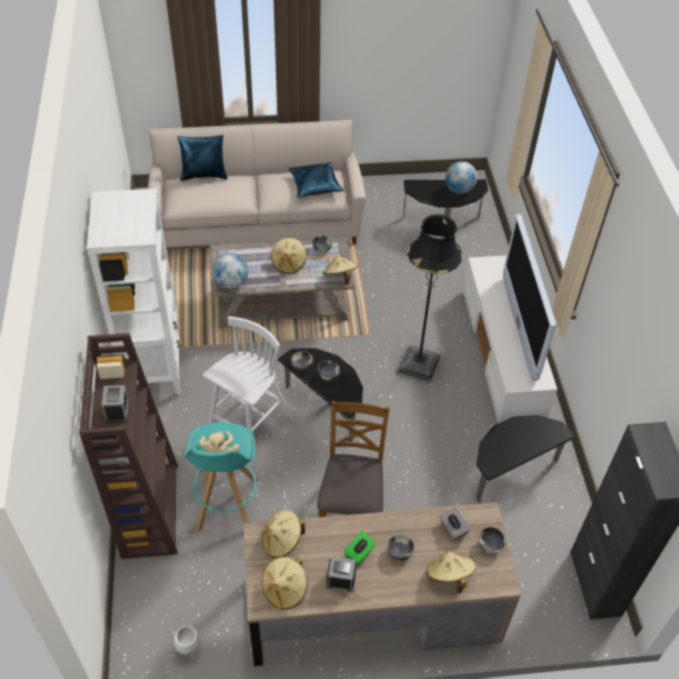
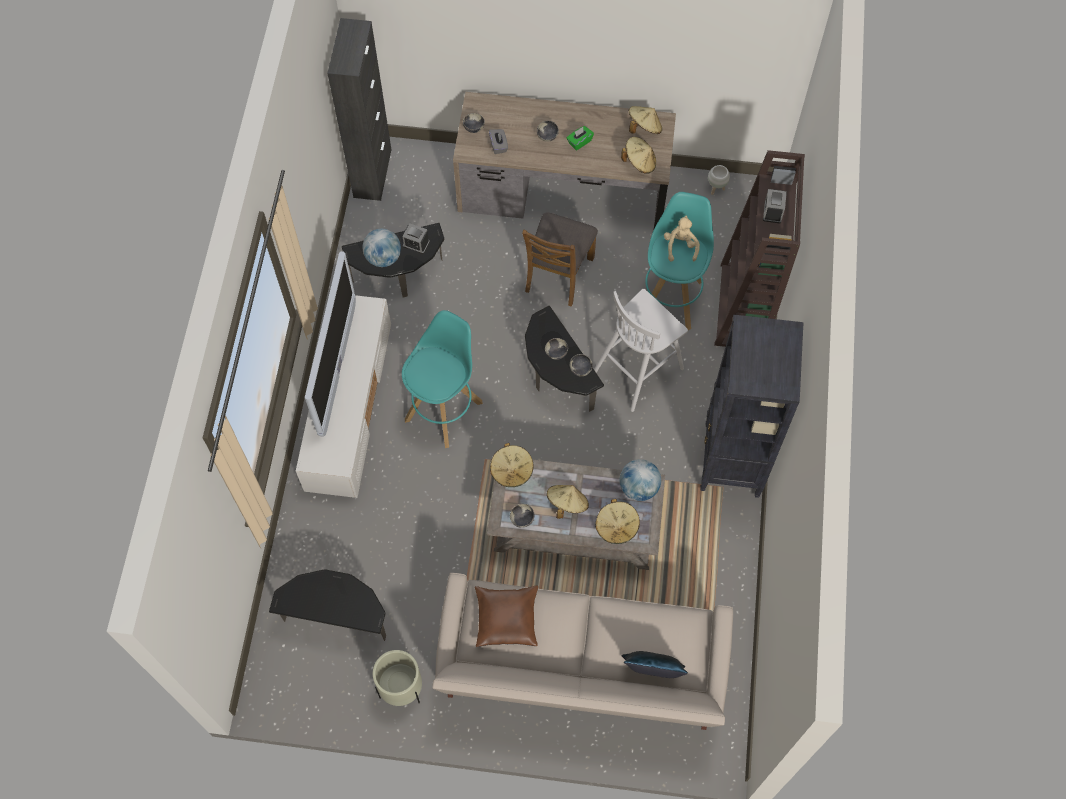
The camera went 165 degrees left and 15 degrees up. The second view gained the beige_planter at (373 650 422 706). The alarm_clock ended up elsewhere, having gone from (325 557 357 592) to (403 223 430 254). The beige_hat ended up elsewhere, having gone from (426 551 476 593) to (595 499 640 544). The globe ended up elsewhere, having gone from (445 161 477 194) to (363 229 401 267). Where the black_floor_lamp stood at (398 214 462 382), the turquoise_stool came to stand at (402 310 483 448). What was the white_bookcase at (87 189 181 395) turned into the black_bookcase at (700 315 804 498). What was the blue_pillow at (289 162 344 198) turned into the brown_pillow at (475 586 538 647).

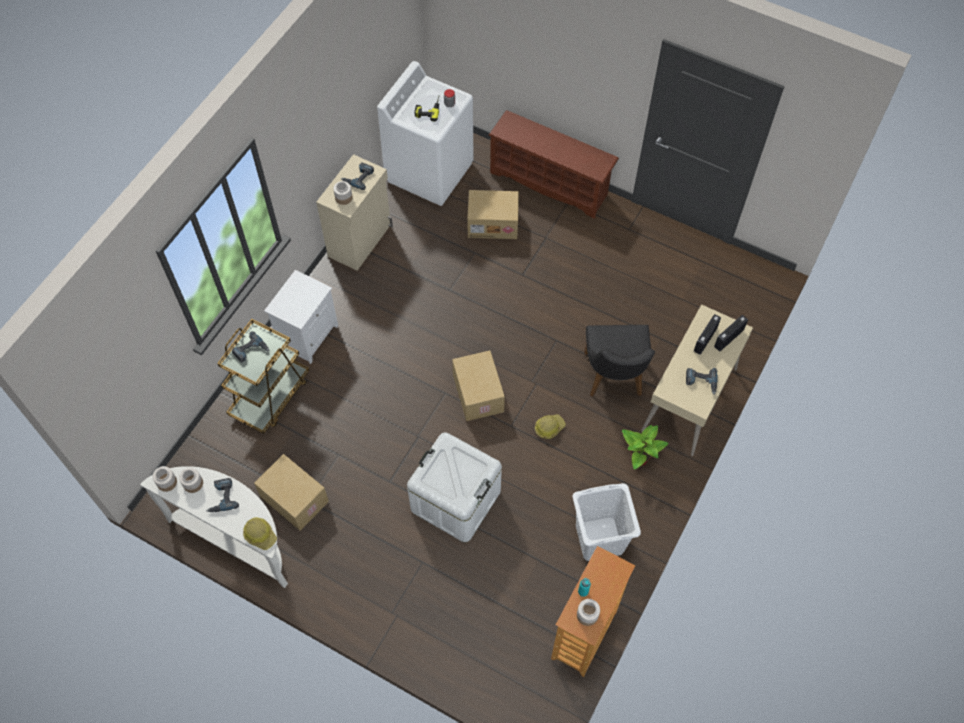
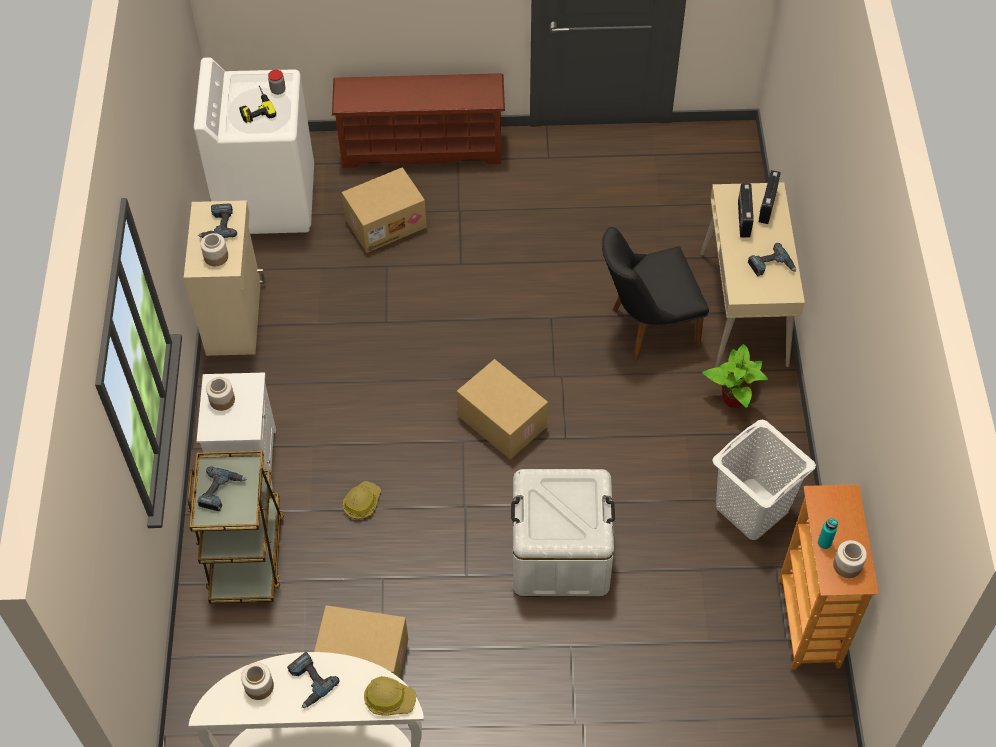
The camera went 30 degrees left and 5 degrees down. The jar ended up elsewhere, having gone from (153 466 177 492) to (206 377 235 411). The hard_hat ended up elsewhere, having gone from (535 414 566 439) to (343 481 381 519). The black_chair at (584 325 655 397) ended up facing another way, 105 degrees clockwise from before.

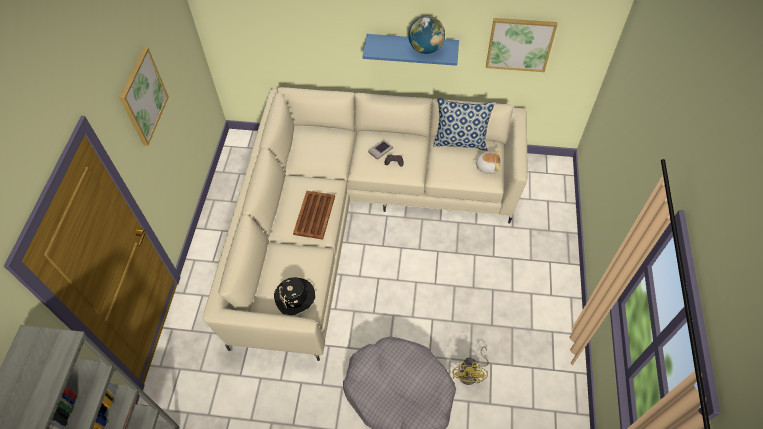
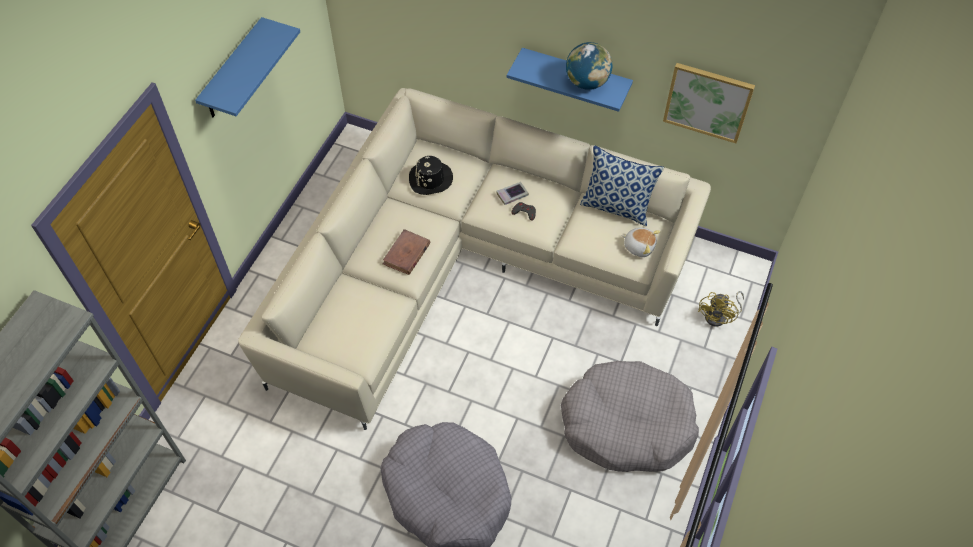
The camera went 15 degrees right and 0 degrees up. The second view gained the grey_dog_bed at (561 361 699 472). The black_hat ended up elsewhere, having gone from (274 277 315 315) to (409 156 453 195). The yellow_fan ended up elsewhere, having gone from (452 346 488 385) to (698 291 744 327). Where the picture hung at (119 47 169 146), the blue_shelf came to hang at (195 17 300 117). Where the brown_tray stood at (293 191 335 240), the brown_book came to stand at (383 229 431 275).

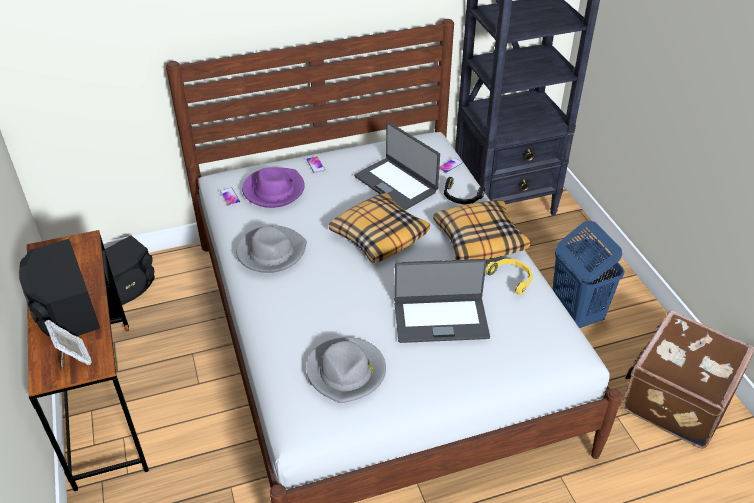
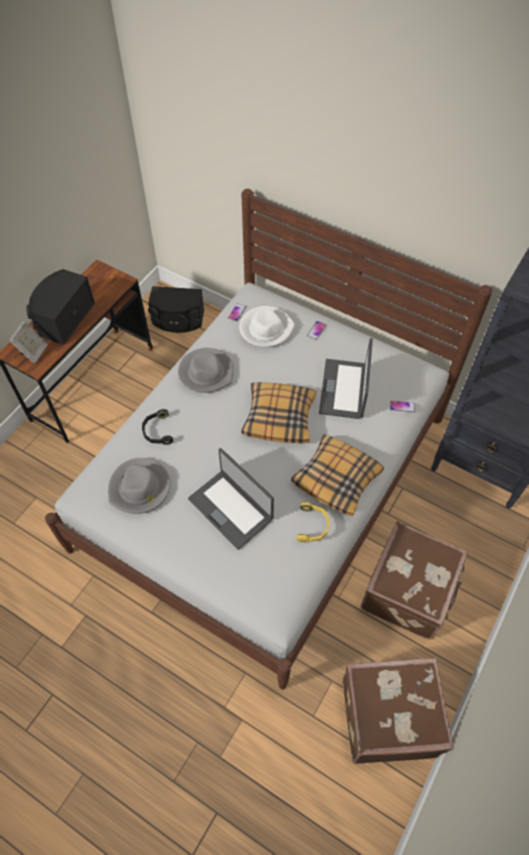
The camera went 50 degrees right and 15 degrees up. The black_headphones ended up elsewhere, having gone from (444 177 485 204) to (142 409 173 445). Where the blue_laundry_basket stood at (552 221 625 328), the brown_suitcase came to stand at (361 521 468 640). What was the purple_hat at (242 167 305 208) turned into the white_hat at (239 306 295 347).

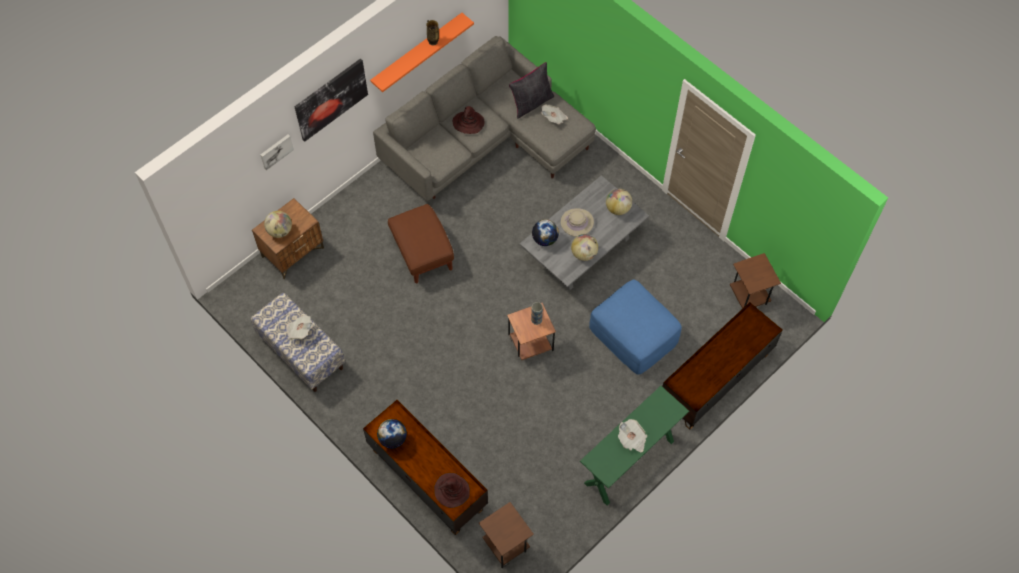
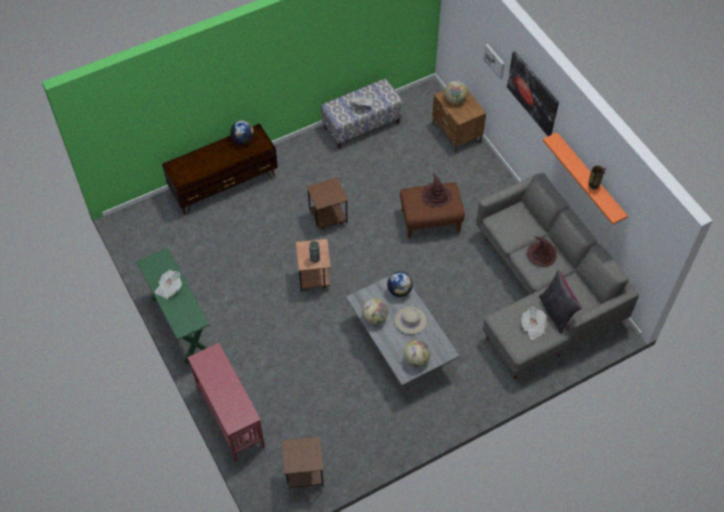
The camera went 105 degrees right and 5 degrees down. The second view lost the blue_ottoman at (589 280 682 375). The brown_hat ended up elsewhere, having gone from (434 473 470 508) to (422 173 452 207). The brown_side_table ended up elsewhere, having gone from (479 502 534 568) to (307 177 348 230). Where the brown_tv_stand stood at (662 302 783 430), the red_console_table came to stand at (187 343 265 462).

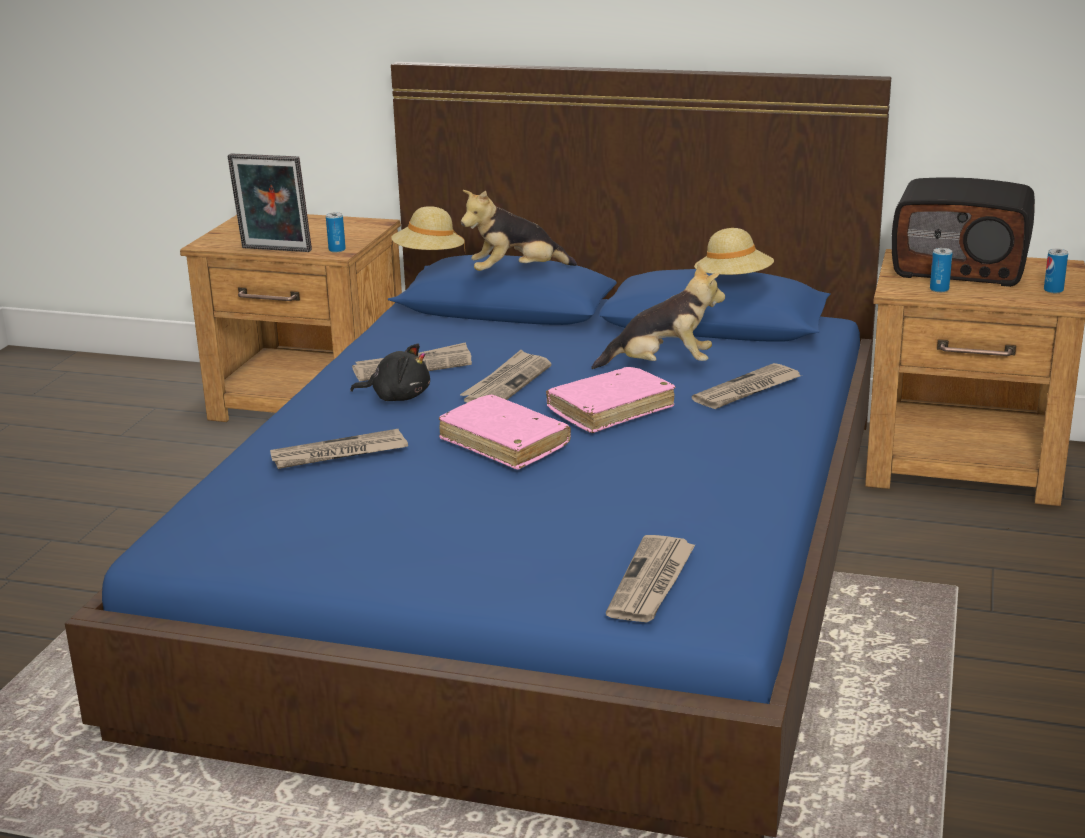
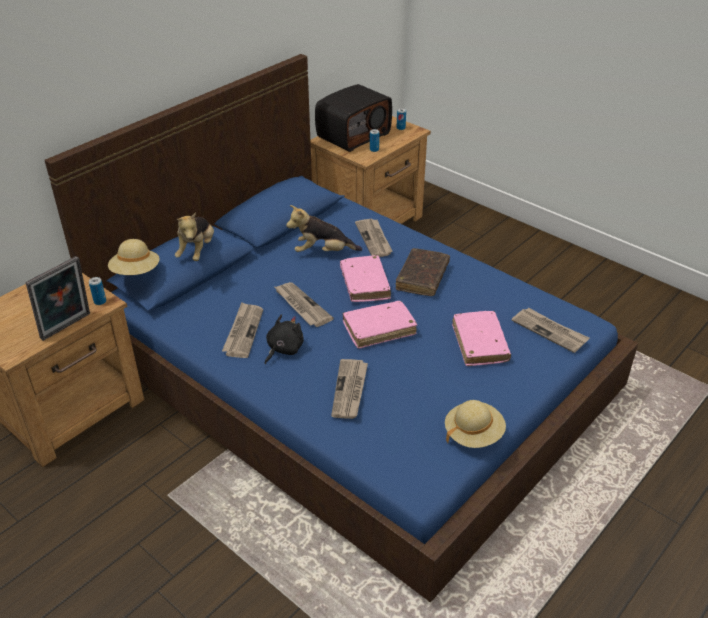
The camera went 65 degrees left and 15 degrees up. The second view gained the brown_book at (396 248 450 296). The second view gained the pink_book at (452 311 511 366). The beige_hat ended up elsewhere, having gone from (694 228 774 275) to (445 400 506 448). The plush_toy at (591 263 725 369) ended up facing another way, 120 degrees counterclockwise from before.

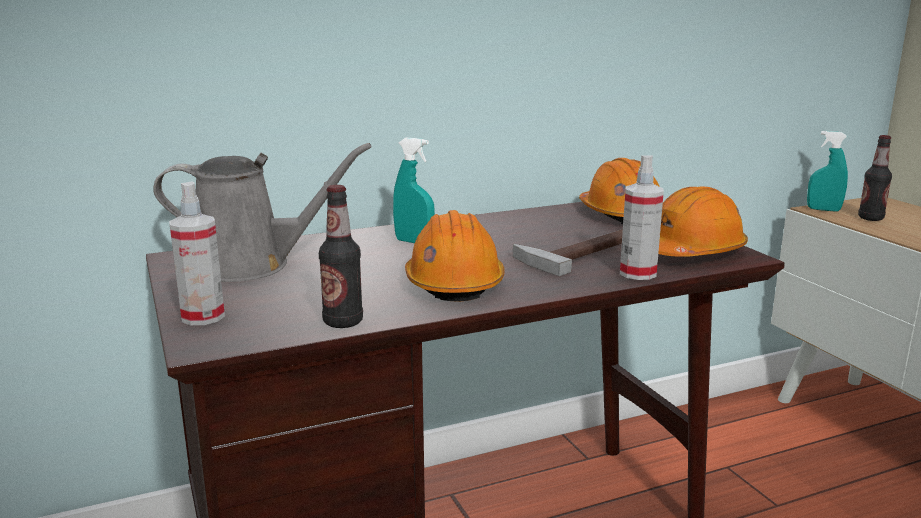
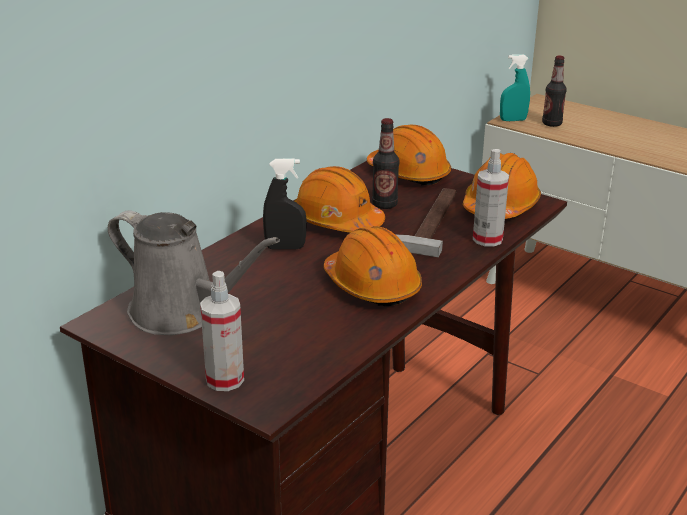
The camera went 30 degrees left and 10 degrees up. The second view gained the orange_hard_hat at (294 166 385 232). The bottle ended up elsewhere, having gone from (319 185 363 328) to (372 118 399 209). What was the turquoise_spray_bottle at (393 138 435 243) turned into the black_spray_bottle at (263 158 307 250). The grey_watering_can at (153 143 371 282) ended up facing another way, 60 degrees clockwise from before.

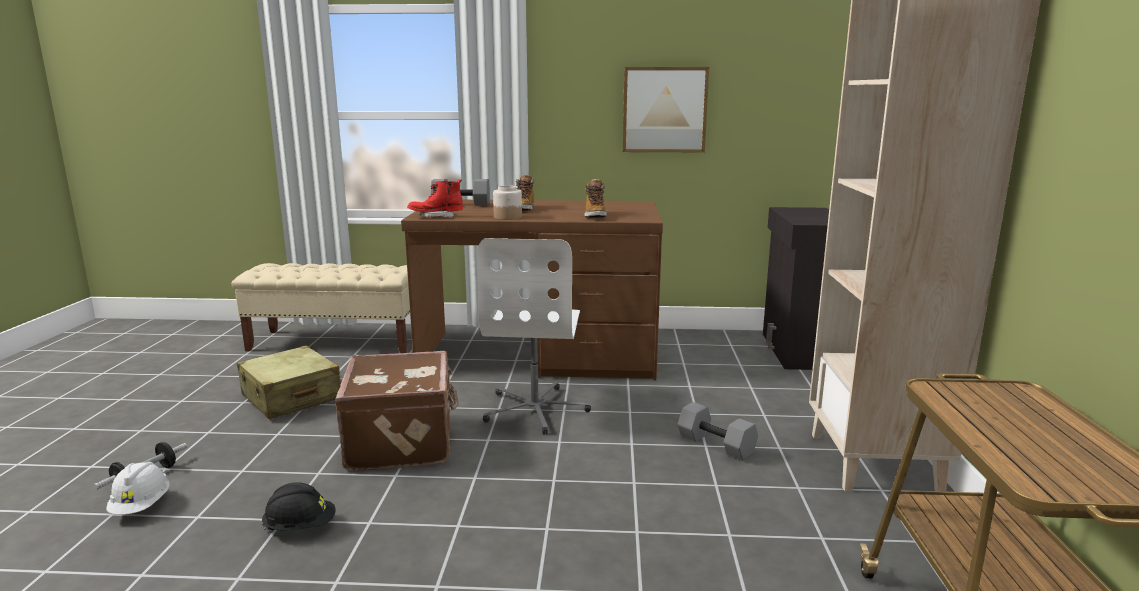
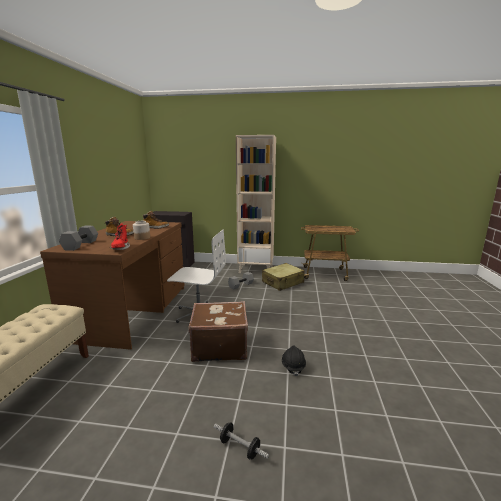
The camera went 85 degrees left and 0 degrees up. The second view lost the white_hard_hat at (106 462 170 515). The second view lost the picture at (623 67 709 152). The beige_suitcase ended up elsewhere, having gone from (237 346 341 419) to (262 263 305 291).

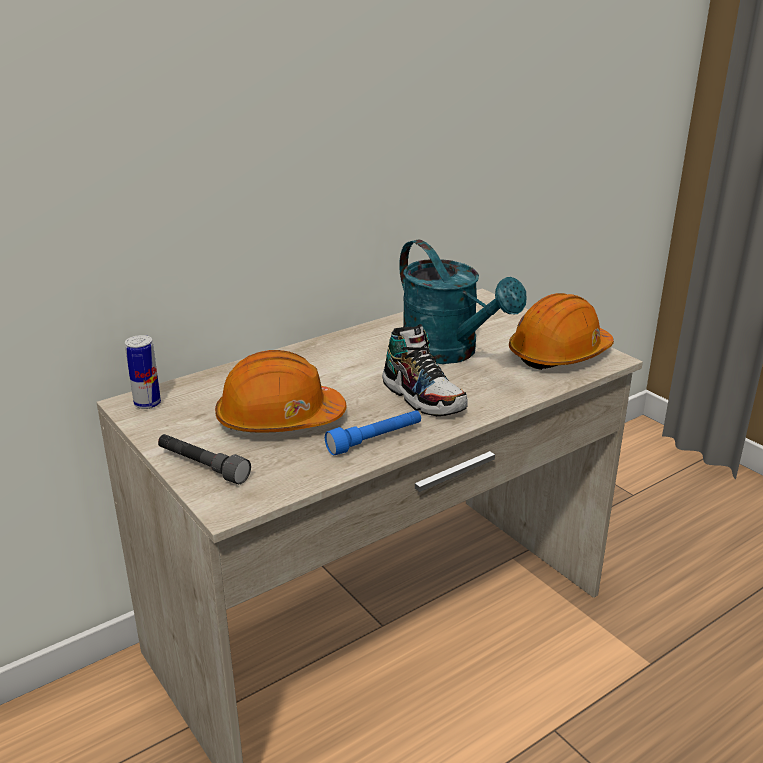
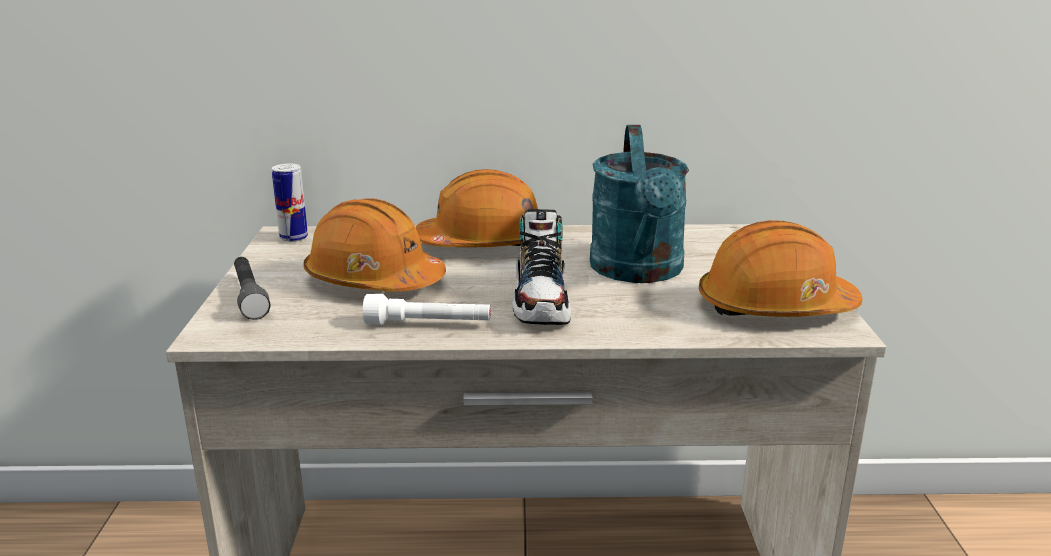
The camera went 35 degrees right and 5 degrees down. The second view gained the orange_hard_hat at (415 169 538 247). What was the blue_flashlight at (325 410 421 456) turned into the white_flashlight at (362 294 491 325).

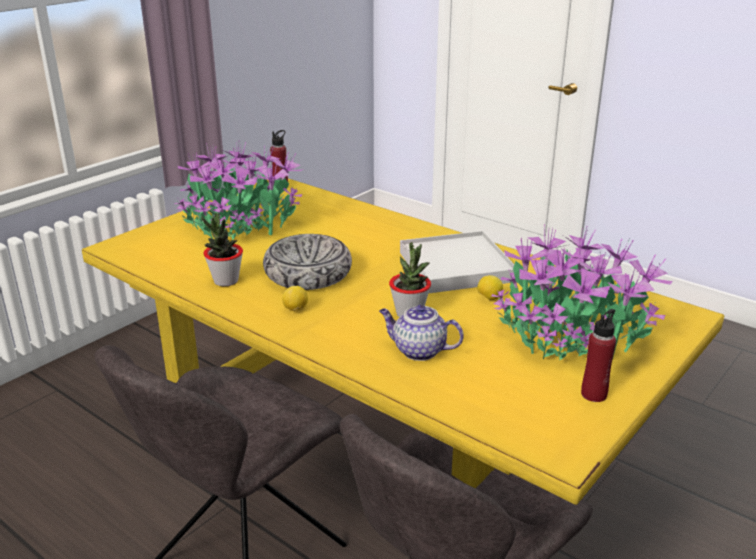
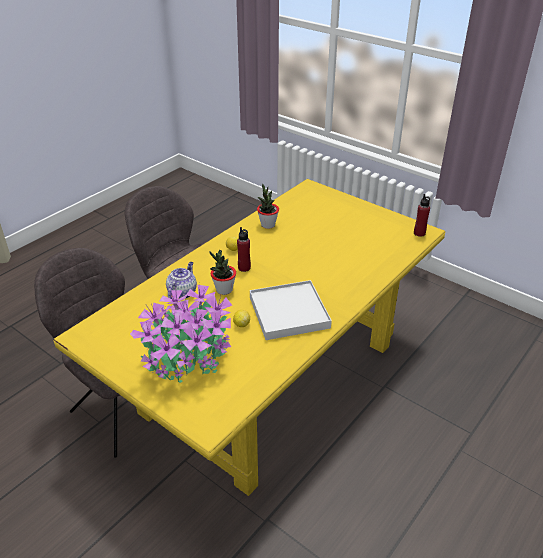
The camera went 90 degrees right and 10 degrees up. The second view lost the potted_plant at (175 143 304 240). The second view lost the bowl at (263 234 352 290). The red_bottle ended up elsewhere, having gone from (581 309 616 402) to (237 227 251 272).

